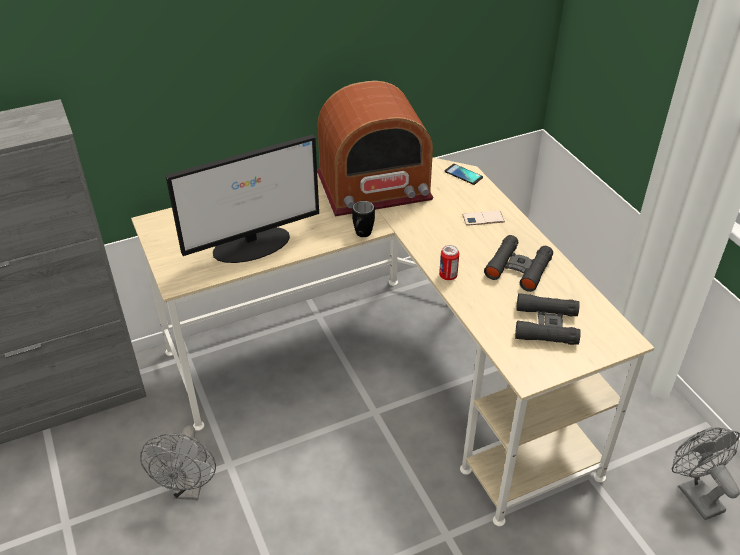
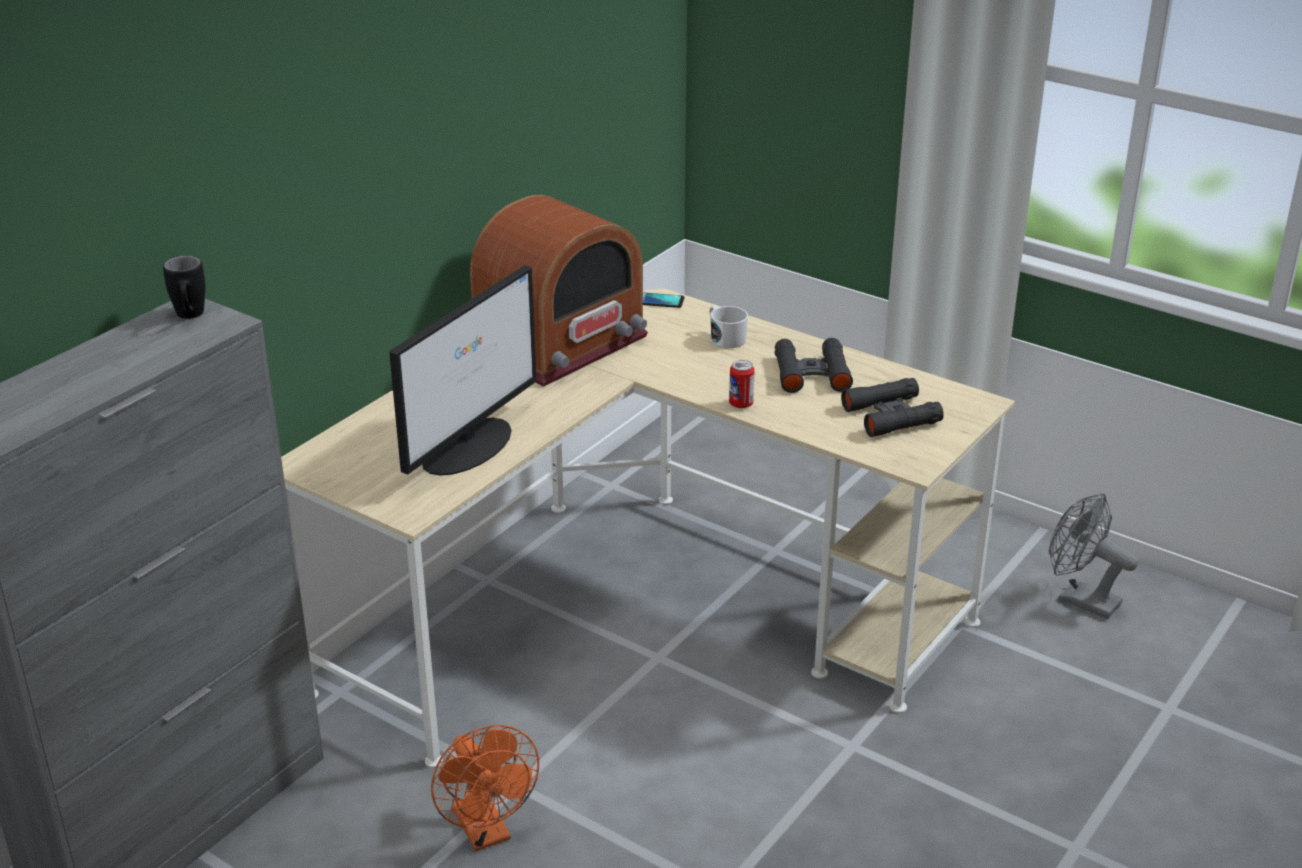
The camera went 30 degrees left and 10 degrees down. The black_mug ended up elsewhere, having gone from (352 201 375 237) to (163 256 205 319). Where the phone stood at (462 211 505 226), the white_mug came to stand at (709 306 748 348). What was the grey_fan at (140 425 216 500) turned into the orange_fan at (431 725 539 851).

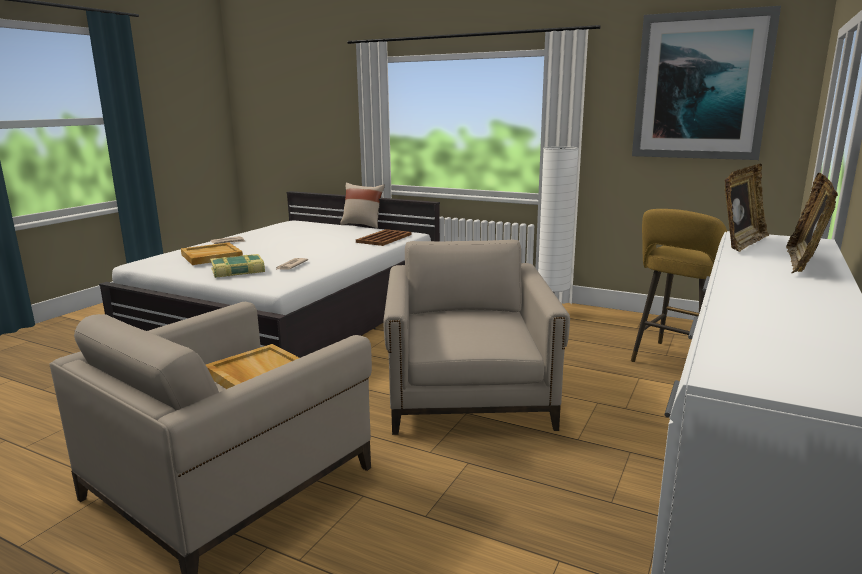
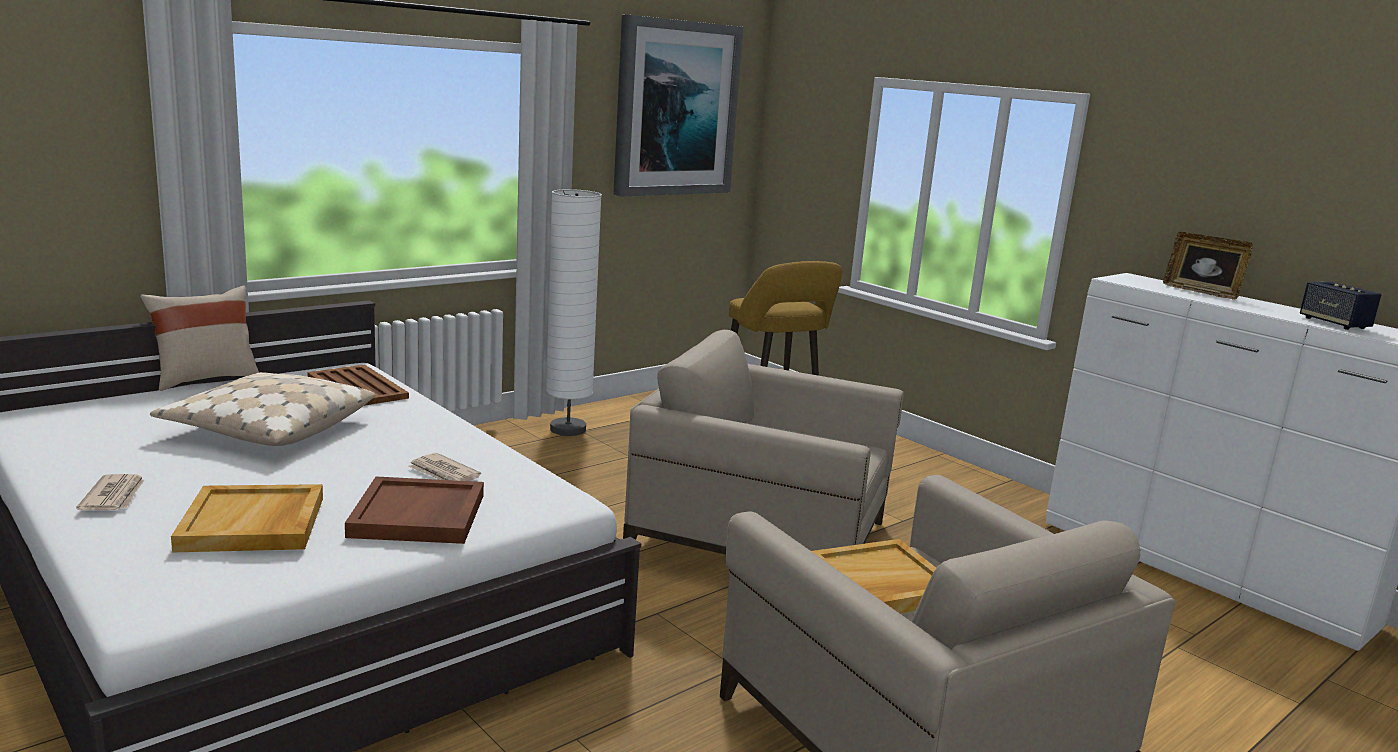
The camera went 70 degrees left and 0 degrees up. The second view lost the picture_frame at (725 164 769 252). The second view gained the beige_pillow at (150 372 376 446). The second view gained the speaker at (1300 281 1381 330). Where the book stood at (210 254 265 278), the brown_tray came to stand at (345 477 484 544).

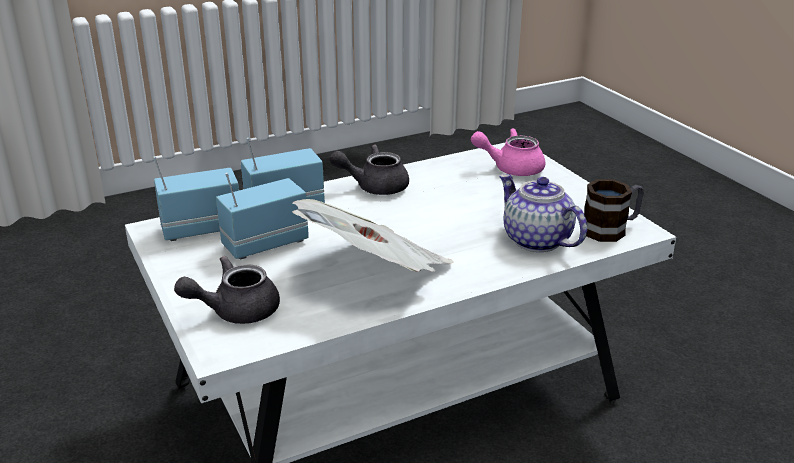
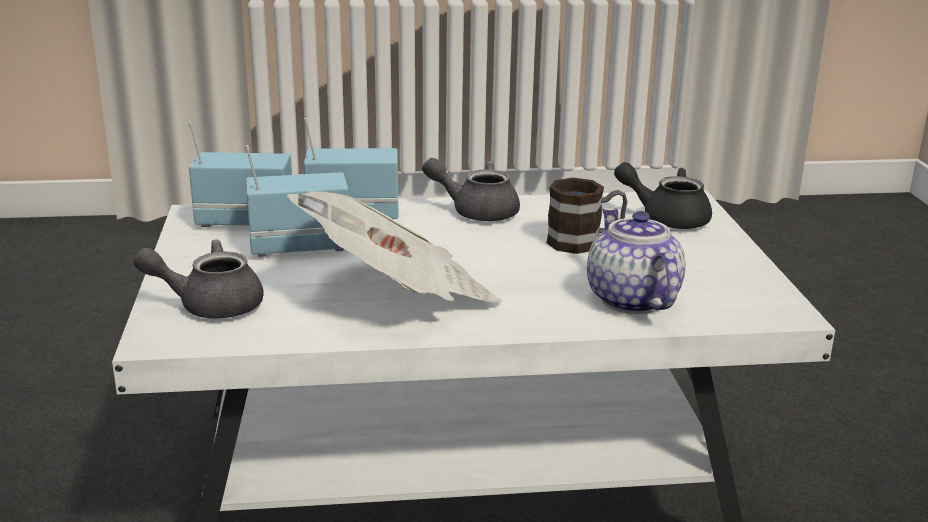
The camera went 20 degrees right and 5 degrees down. The mug ended up elsewhere, having gone from (584 179 644 242) to (547 178 627 254). What was the pink_teapot at (471 128 545 176) turned into the black_teapot at (614 162 712 229).

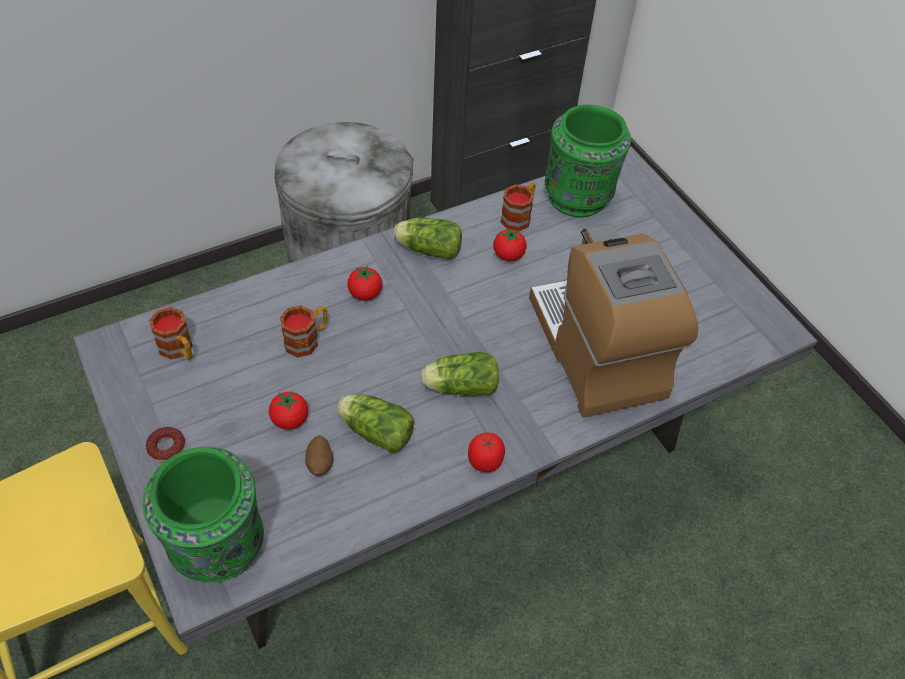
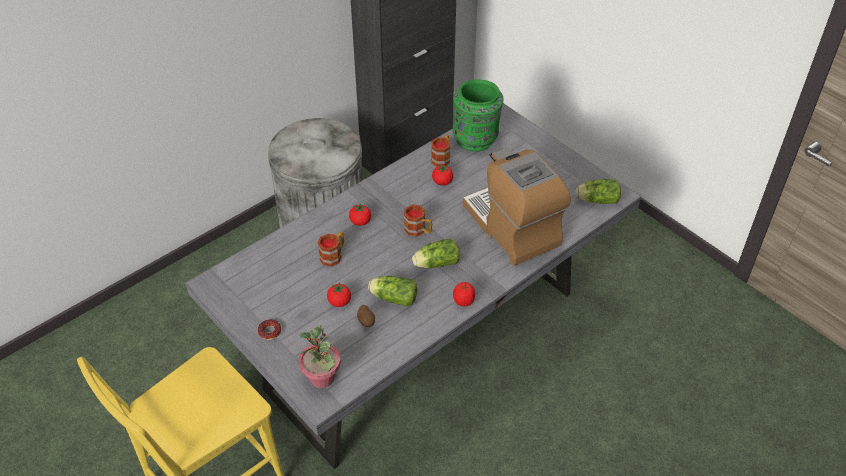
The camera went 10 degrees left and 5 degrees down. The mug ended up elsewhere, having gone from (149 307 193 360) to (404 204 432 236). The lettuce ended up elsewhere, having gone from (394 217 462 260) to (575 179 621 204). Where the green_vase stood at (143 446 264 583), the potted_plant came to stand at (299 325 341 388).

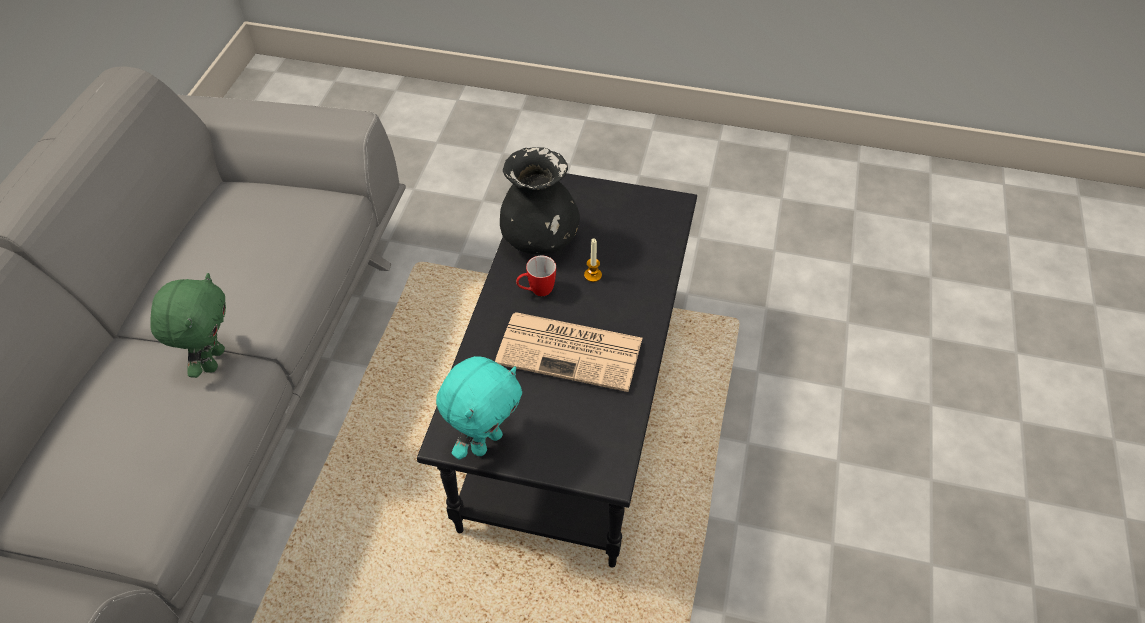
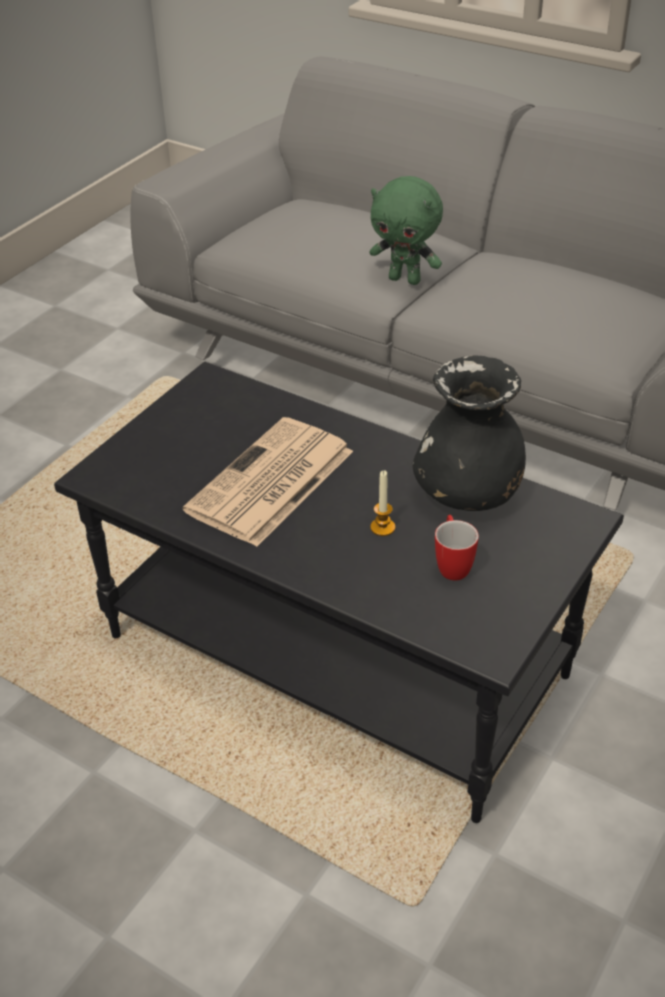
The camera went 110 degrees right and 10 degrees down. The second view lost the turquoise_plush_toy at (436 356 522 459). The mug ended up elsewhere, having gone from (516 255 556 296) to (435 515 479 581).

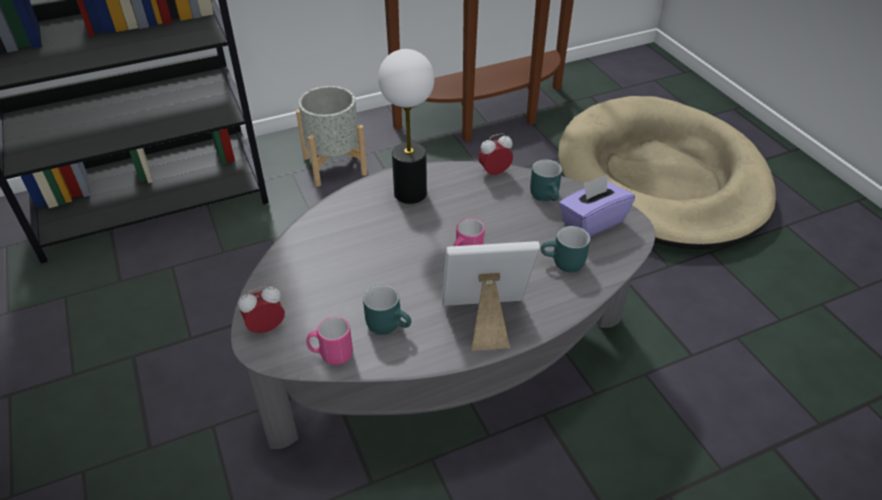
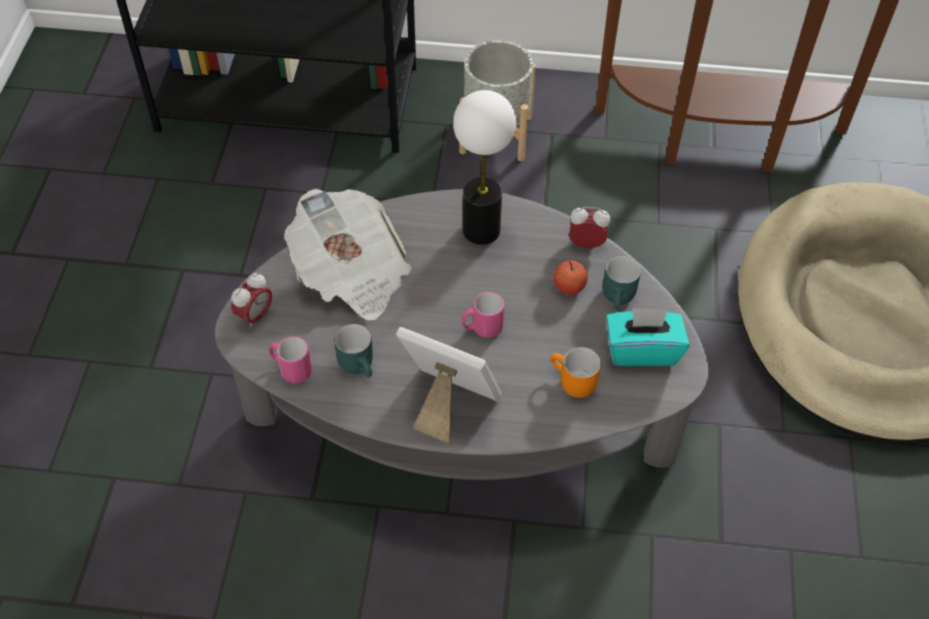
The camera went 30 degrees right and 10 degrees up. The second view gained the newspaper at (284 189 412 320). The second view gained the apple at (554 260 588 295). What was the turquoise_mug at (541 226 590 272) turned into the orange_mug at (550 347 601 398). What was the purple_tissue_box at (559 175 635 237) turned into the turquoise_tissue_box at (606 308 689 366). The alarm_clock at (238 286 285 333) ended up facing another way, 120 degrees clockwise from before.

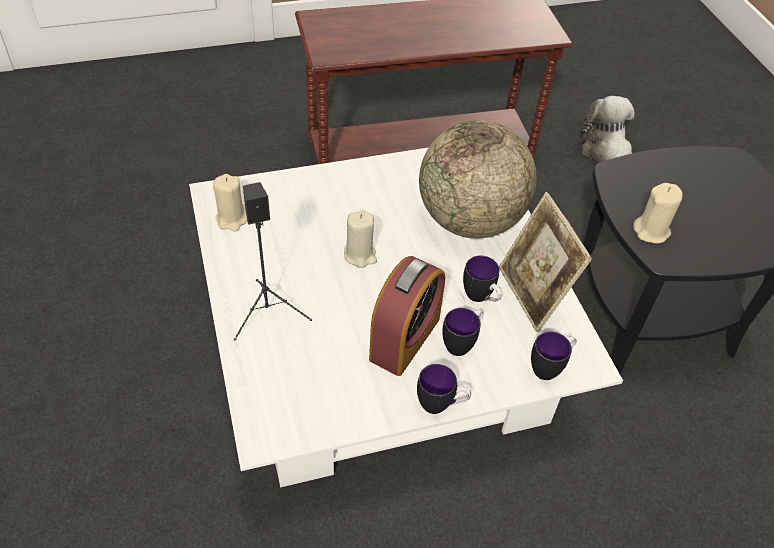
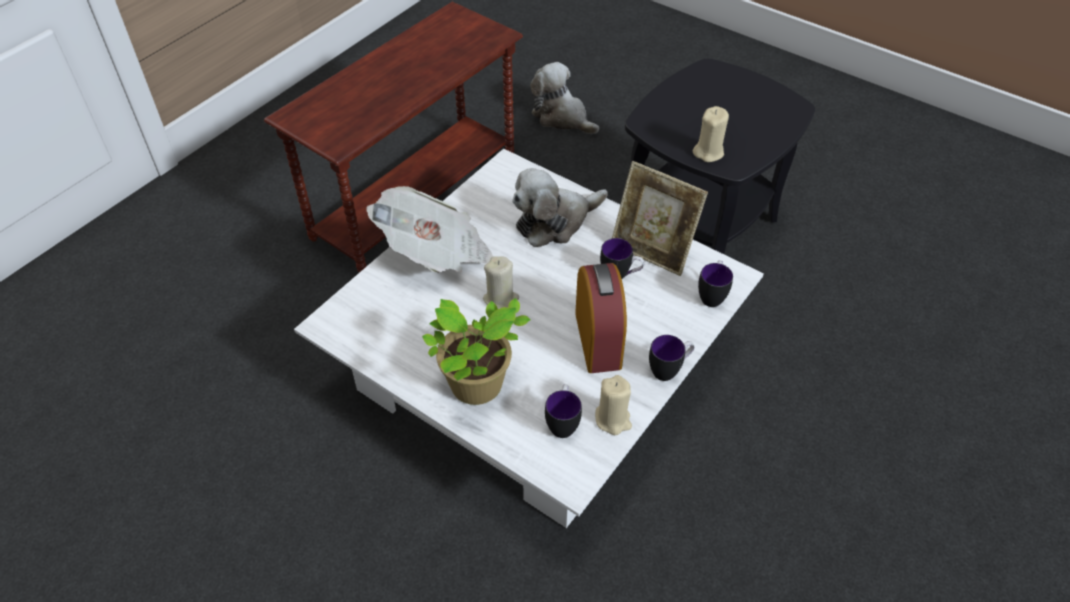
The camera went 35 degrees left and 0 degrees up. The second view gained the newspaper at (367 186 494 273). The beige_candle ended up elsewhere, having gone from (213 174 247 232) to (595 375 632 435). The mug ended up elsewhere, having gone from (442 308 484 356) to (545 385 582 438). Where the black_speaker stood at (234 182 312 341), the potted_plant came to stand at (422 298 530 405). Where the globe stood at (419 120 537 239), the plush_toy came to stand at (512 168 608 247).

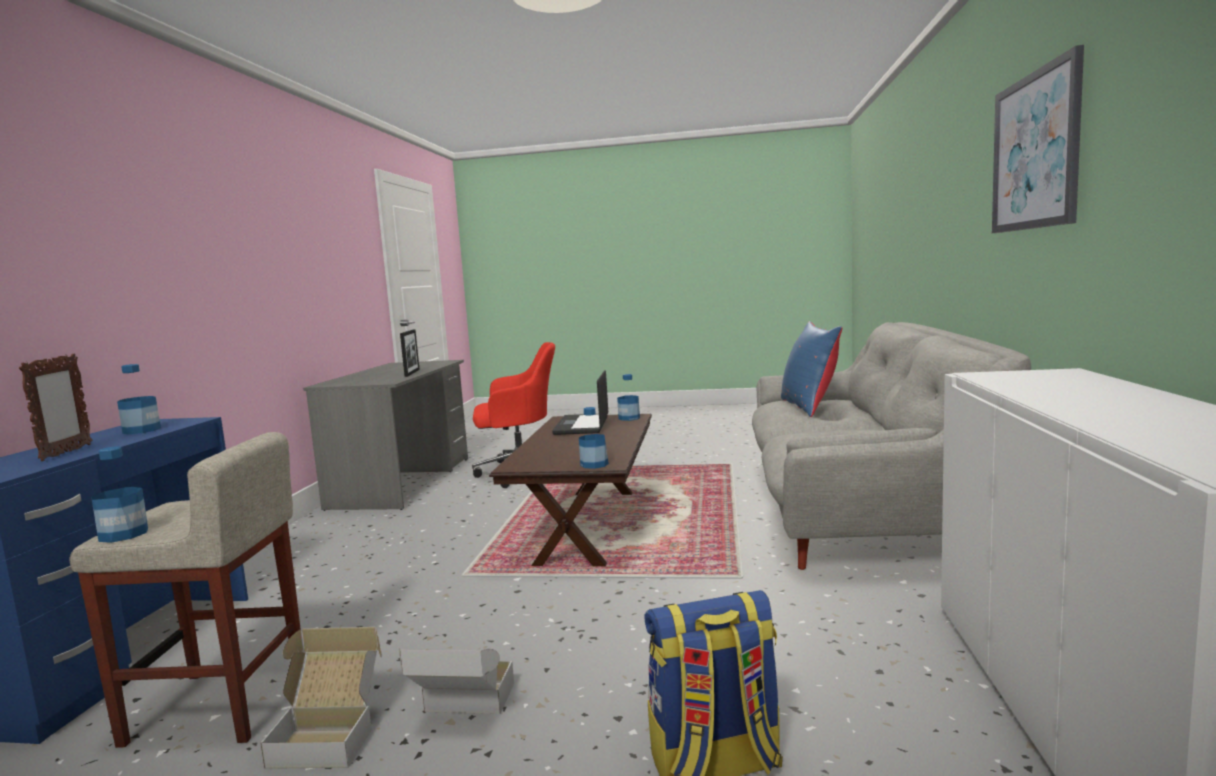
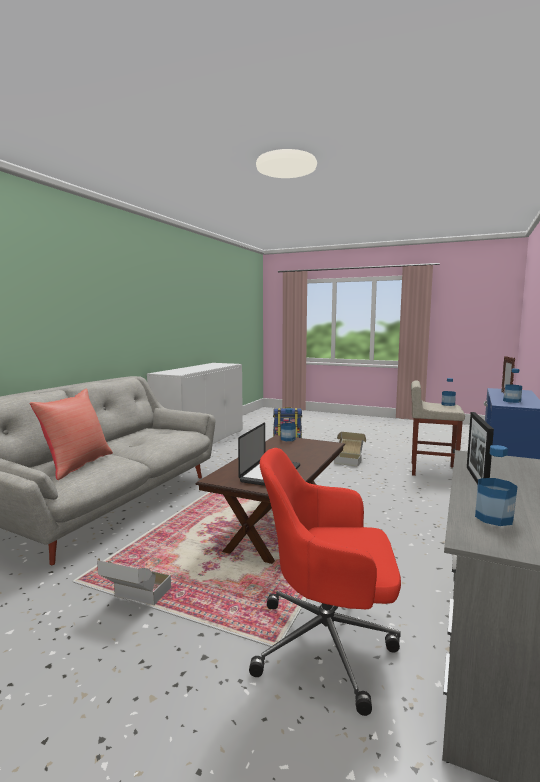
The camera went 165 degrees left and 0 degrees up. The second view lost the picture at (992 45 1084 233). The cardboard_box ended up elsewhere, having gone from (260 627 382 769) to (97 558 171 605). The bottle ended up elsewhere, having gone from (617 374 640 421) to (475 445 518 526). What was the blue_pillow at (781 321 842 417) turned into the red_pillow at (29 388 113 480).

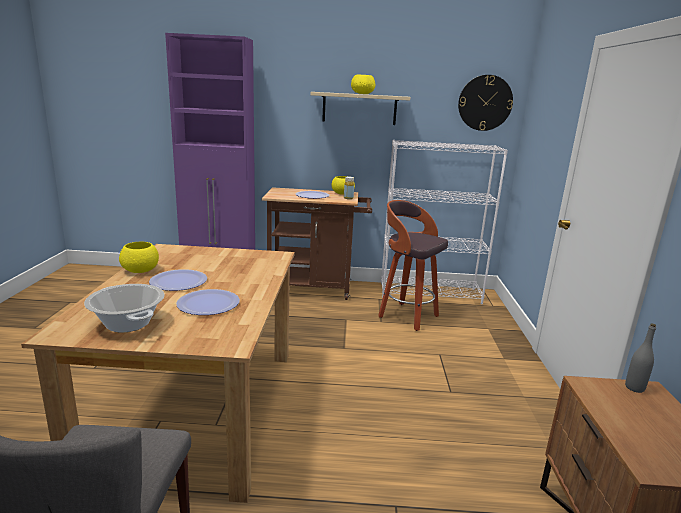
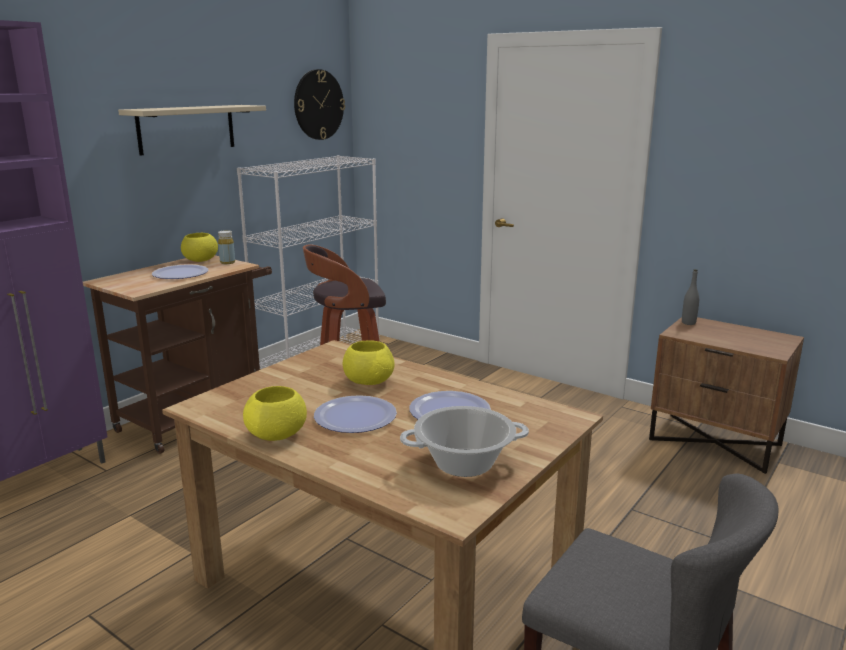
The camera went 55 degrees left and 0 degrees up. The yellow_bowl ended up elsewhere, having gone from (351 75 375 94) to (342 340 395 385).

